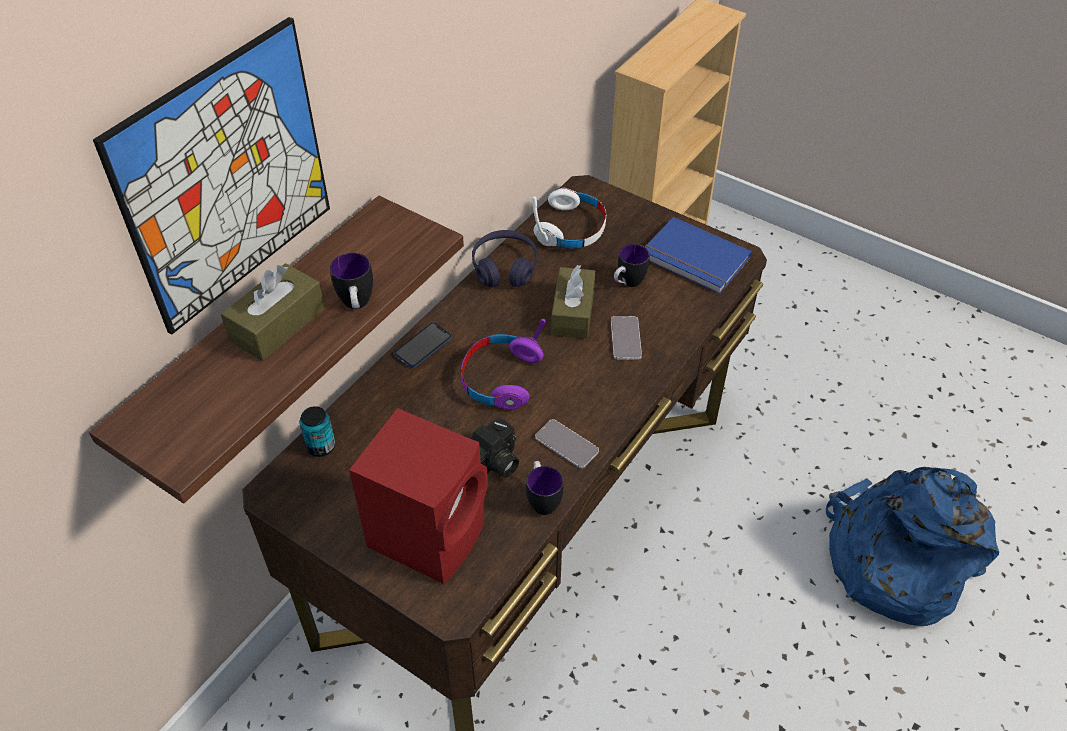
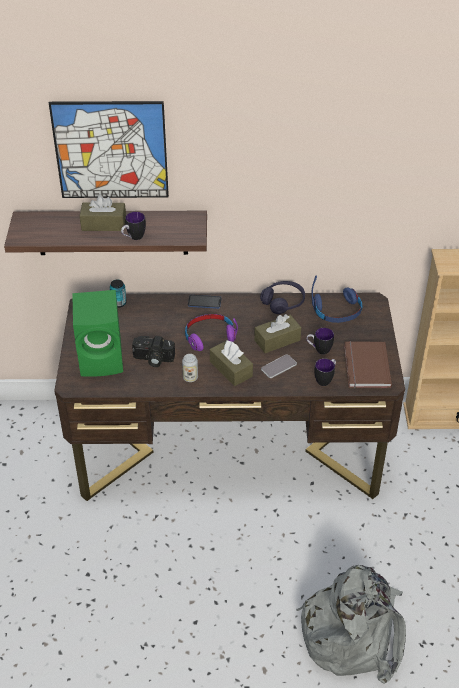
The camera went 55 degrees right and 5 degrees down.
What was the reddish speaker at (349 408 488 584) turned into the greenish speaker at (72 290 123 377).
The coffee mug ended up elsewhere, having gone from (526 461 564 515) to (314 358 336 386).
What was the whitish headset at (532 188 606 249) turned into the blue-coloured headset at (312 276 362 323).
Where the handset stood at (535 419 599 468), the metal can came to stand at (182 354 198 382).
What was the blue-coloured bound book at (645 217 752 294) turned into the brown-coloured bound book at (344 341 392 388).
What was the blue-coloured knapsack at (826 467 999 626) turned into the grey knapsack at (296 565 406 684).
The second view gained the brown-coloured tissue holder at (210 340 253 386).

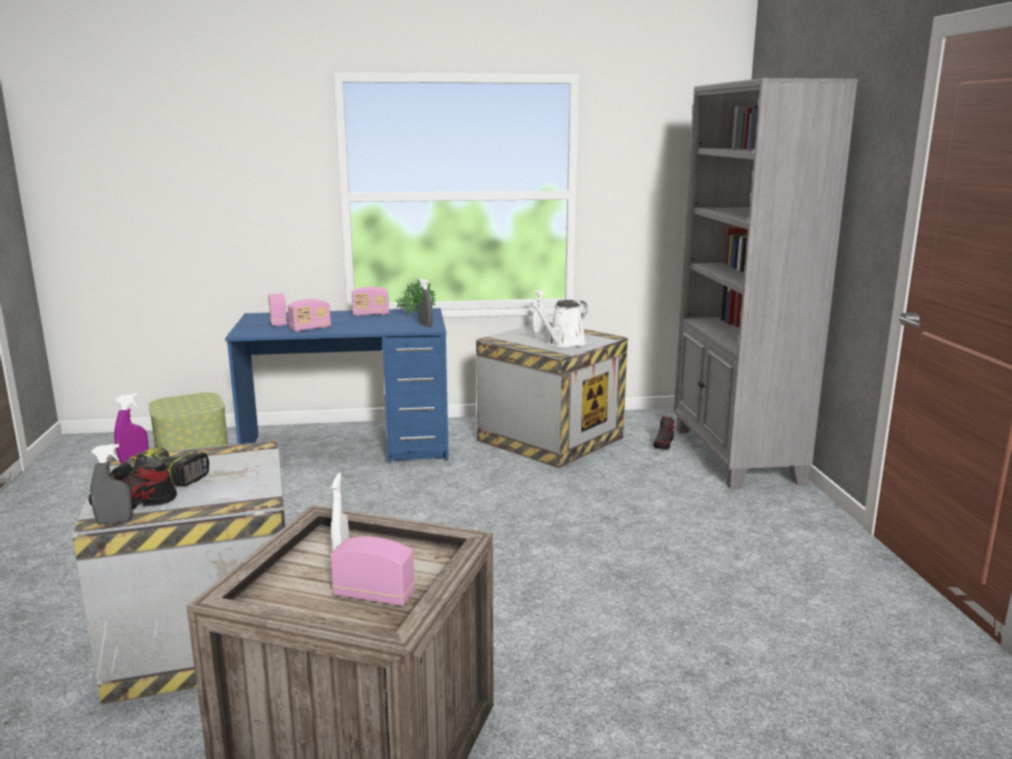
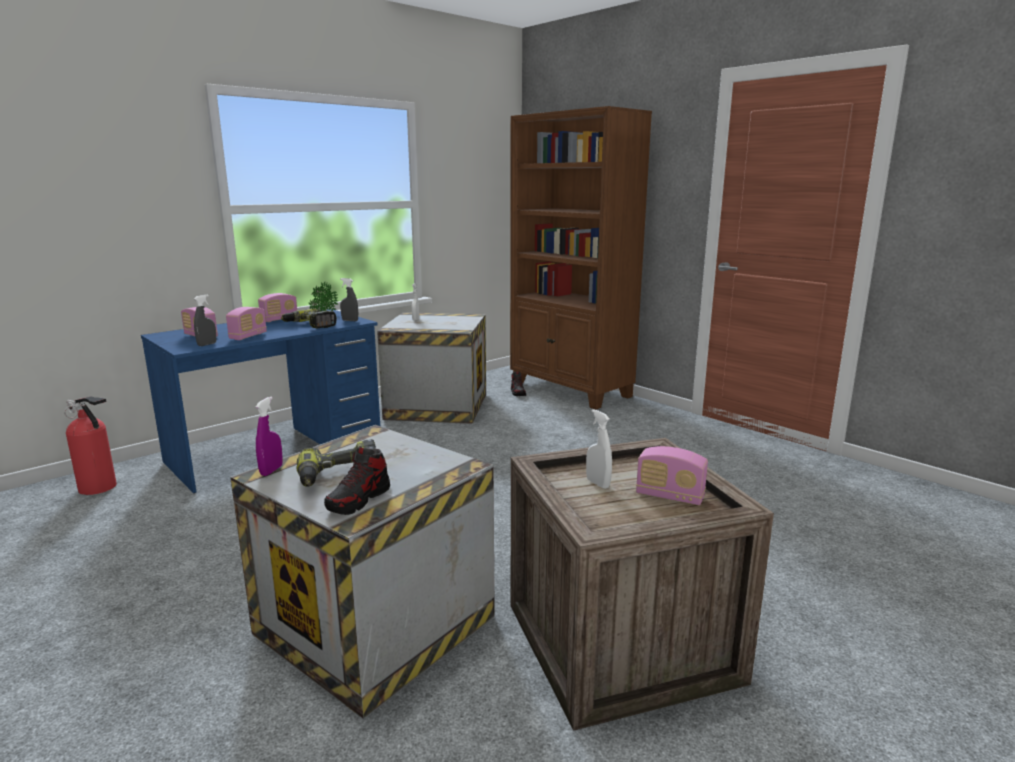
The camera went 35 degrees left and 0 degrees up.
The grey hand sprayer ended up elsewhere, having gone from (90 444 133 525) to (194 295 216 346).
Where the storage container stood at (148 393 228 451), the fire-fighting cylinder came to stand at (64 397 117 495).
The radio set at (330 536 415 606) ended up facing another way, 135 degrees counterclockwise from before.
The second view lost the whitish sprinkling can at (530 300 588 348).
What was the grey shelving unit at (674 78 858 489) turned into the brown-coloured shelving unit at (510 106 652 410).
The second view gained the drill at (281 309 337 328).

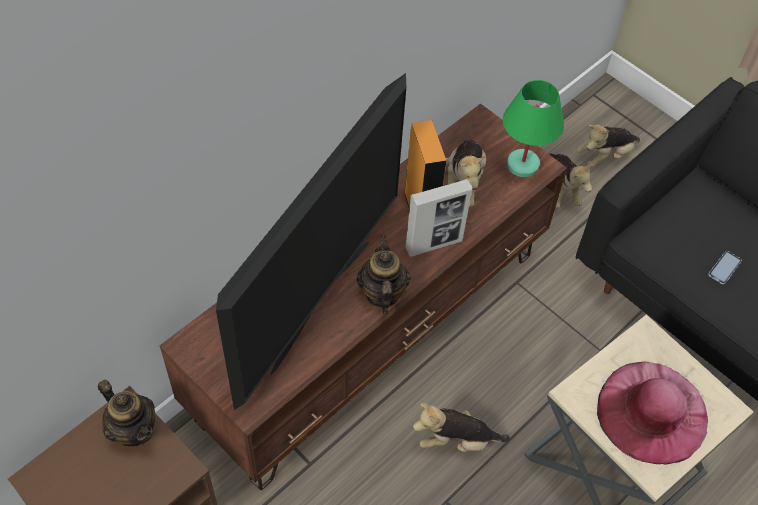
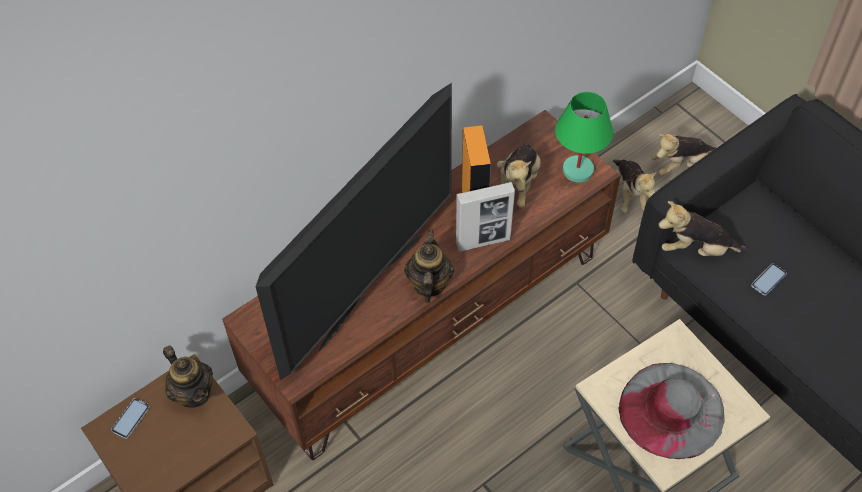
The camera went 10 degrees right and 0 degrees up.
The plush toy ended up elsewhere, having gone from (413 403 510 452) to (658 201 748 256).
What was the pinkish hat at (597 362 708 465) turned into the grey hat at (619 363 725 459).
The second view gained the handset at (111 398 150 439).

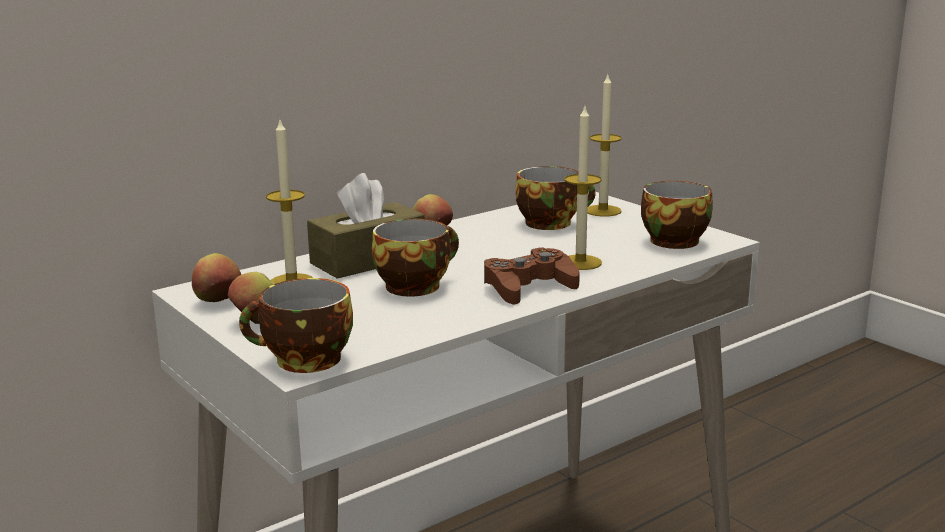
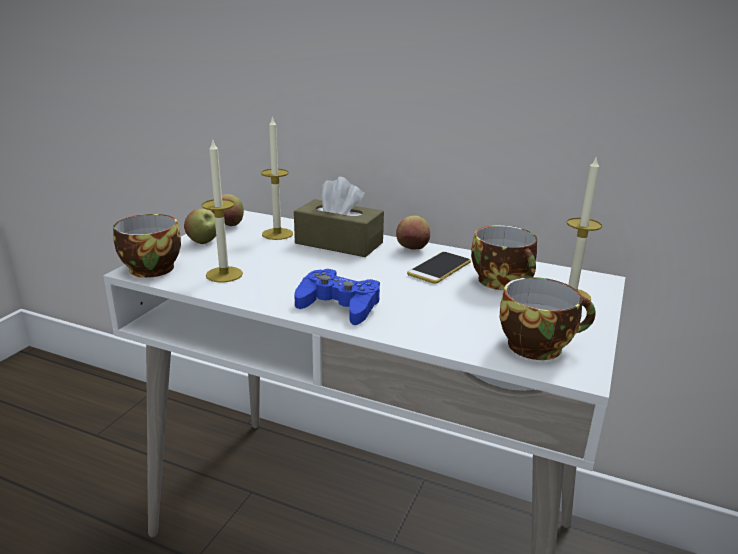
The camera went 60 degrees right and 5 degrees up.
The second view lost the drinking cup at (372 219 459 297).
What was the brown-coloured joypad at (484 248 580 305) turned into the blue-coloured joypad at (294 269 380 325).
The candle ended up elsewhere, having gone from (564 107 602 270) to (202 138 243 282).
The second view gained the handset at (407 252 471 284).

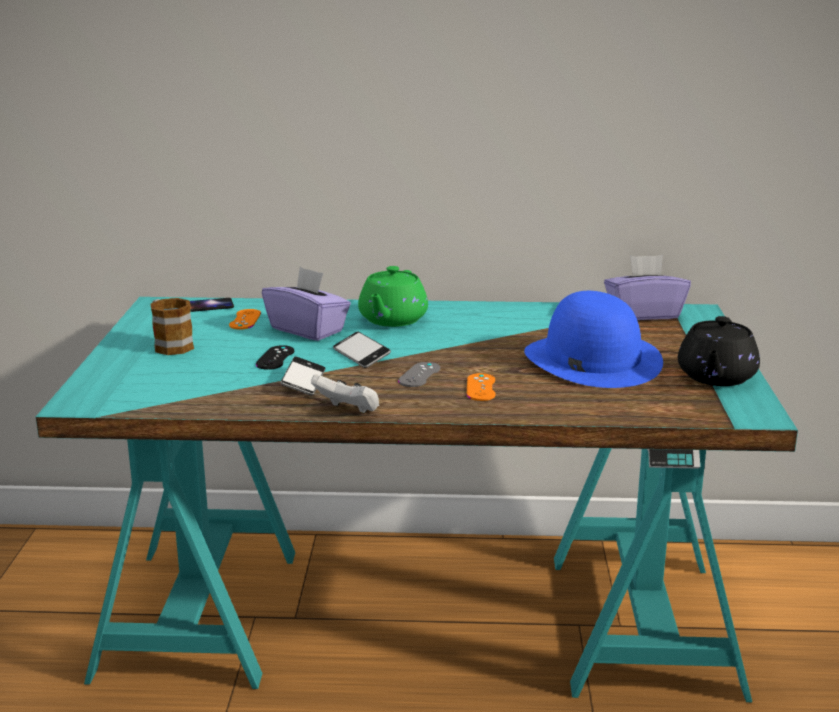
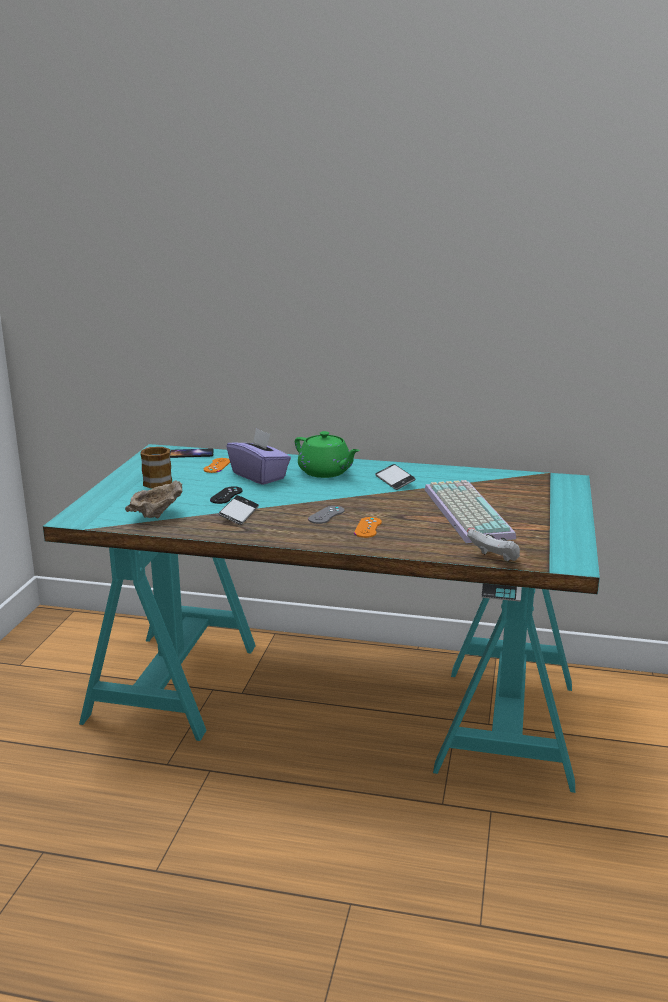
The camera went 10 degrees right and 0 degrees up.
The whitish joypad ended up elsewhere, having gone from (311 374 379 414) to (467 528 520 562).
The handset ended up elsewhere, having gone from (333 332 391 368) to (375 464 415 490).
The greenish pot for tea at (358 266 428 327) ended up facing another way, 75 degrees counterclockwise from before.
Where the blue-coloured hat stood at (524 291 663 388), the computer keyboard came to stand at (425 480 516 543).
The second view lost the purple tissue holder at (604 255 691 320).
The second view lost the black pot for tea at (678 316 760 386).
The second view gained the beige-coloured serving bowl at (125 481 182 519).

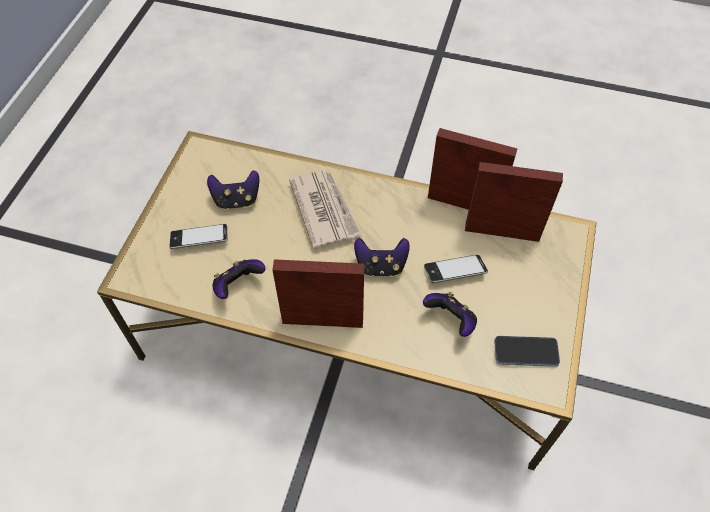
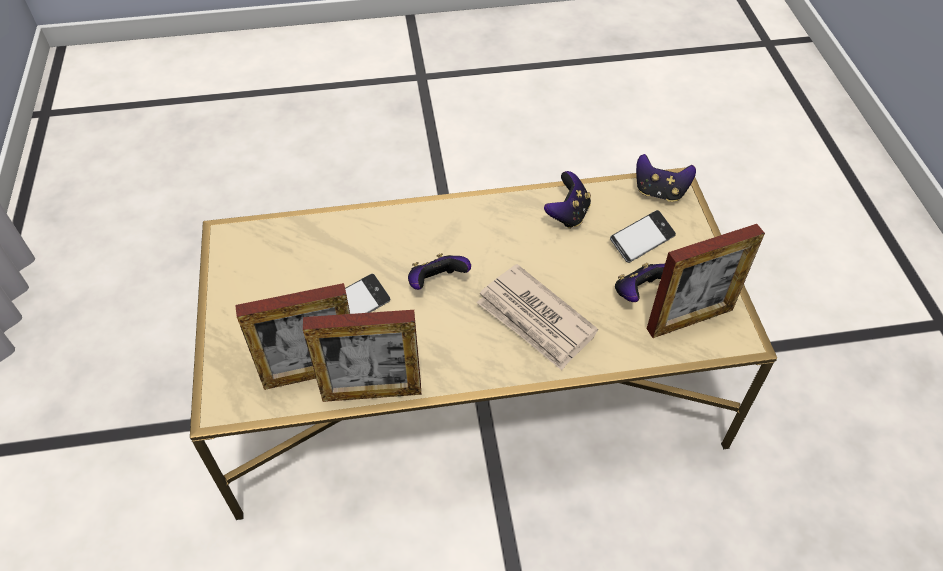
The camera went 155 degrees right and 5 degrees down.
The photo frame ended up elsewhere, having gone from (272 259 364 328) to (646 224 765 338).
The joypad ended up elsewhere, having gone from (423 292 477 337) to (636 154 696 202).
The second view lost the handset at (494 336 560 367).

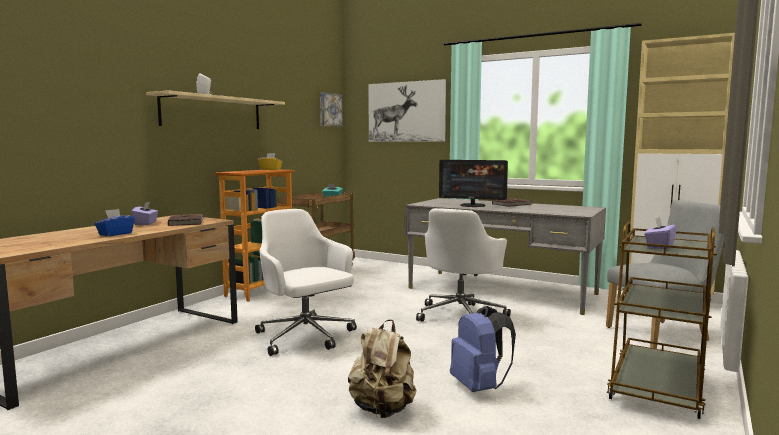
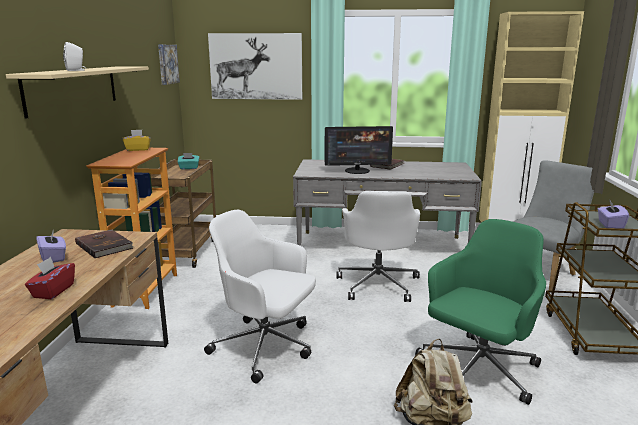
The camera went 25 degrees left and 10 degrees up.
What was the blue-coloured tissue holder at (94 209 135 236) turned into the reddish tissue holder at (25 257 75 299).
Where the blue-coloured knapsack stood at (450 306 516 392), the greenish desk chair came to stand at (415 219 546 405).

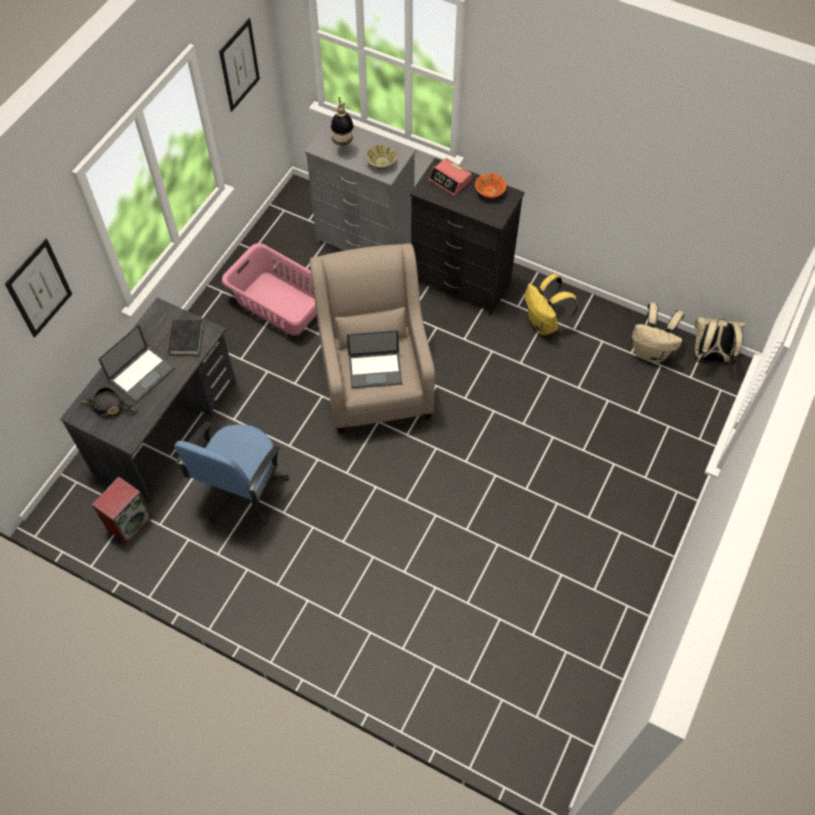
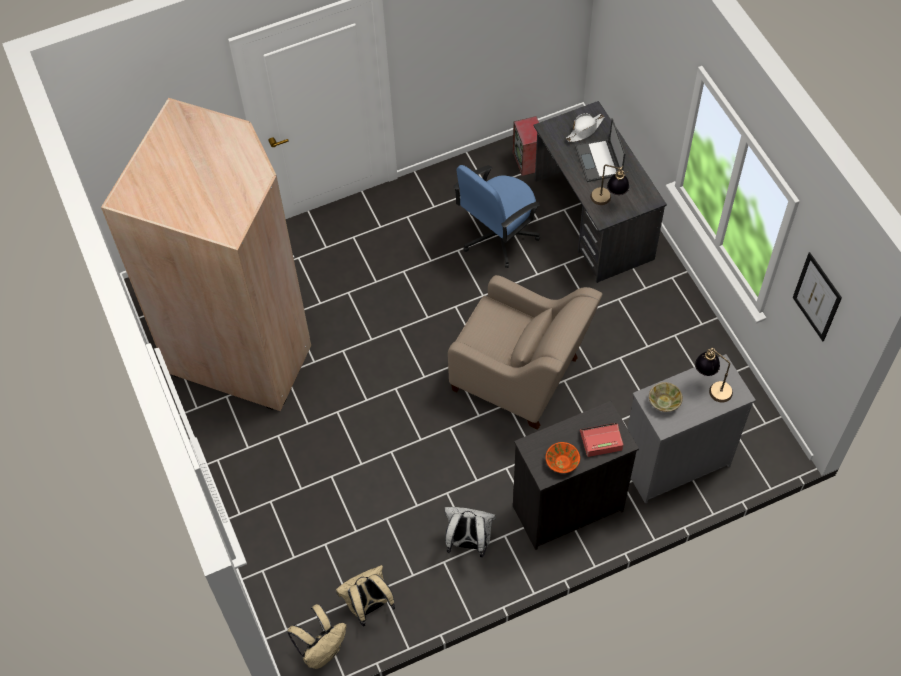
The camera went 130 degrees right and 0 degrees up.
The second view lost the wall picture at (5 239 72 338).
What was the black hat at (79 387 137 416) turned into the whitish hat at (566 113 604 142).
Where the black bound book stood at (168 320 203 356), the lamp for a table came to stand at (590 165 629 205).
The blue-coloured desk chair at (174 421 289 524) ended up facing another way, 105 degrees counterclockwise from before.
The second view lost the pinkish hamper at (222 243 317 335).
The second view lost the portable computer at (347 330 402 389).
What was the yellow knapsack at (525 274 578 335) turned into the whitish knapsack at (444 507 496 557).
The second view gained the beige-coloured armoire at (101 98 311 411).

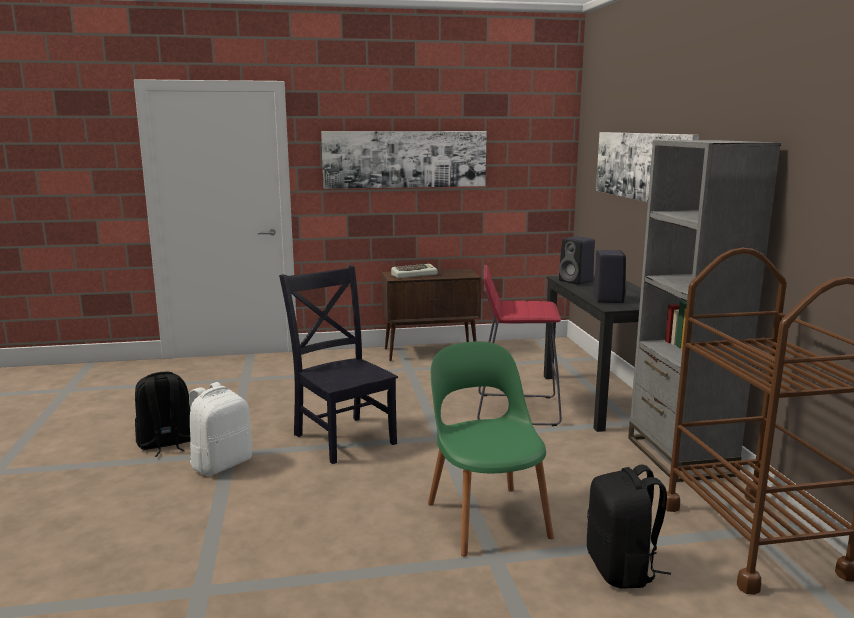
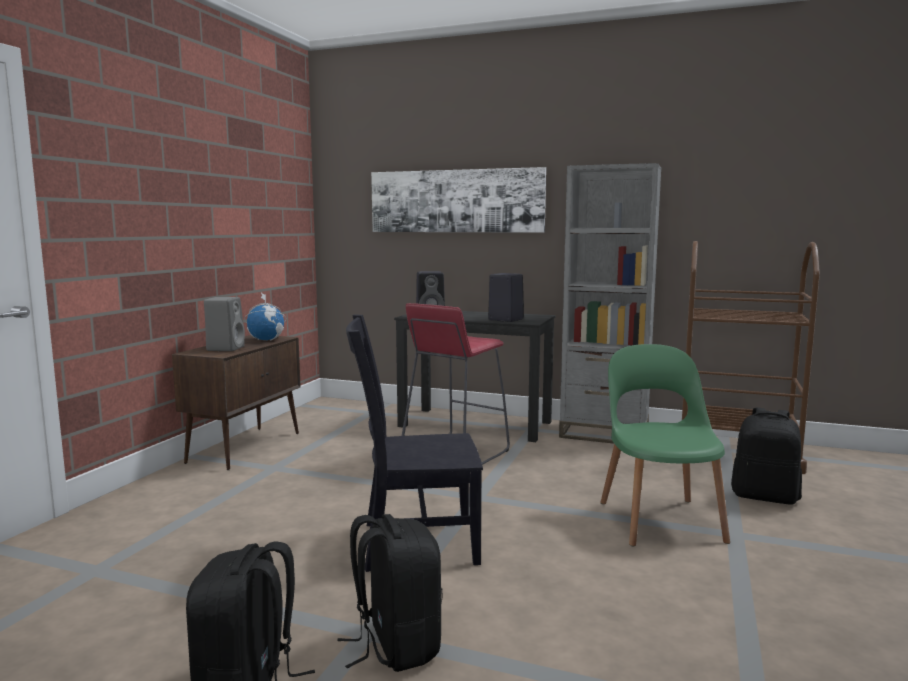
The camera went 60 degrees left and 5 degrees down.
What was the whitish knapsack at (189 382 252 476) turned into the black knapsack at (337 514 443 672).
The second view lost the wall picture at (321 131 487 189).
Where the computer keyboard stood at (391 264 437 279), the grey speaker came to stand at (204 297 245 351).
The greenish plain chair at (428 341 554 556) ended up facing another way, 75 degrees clockwise from before.
The second view gained the globe at (244 293 286 340).

